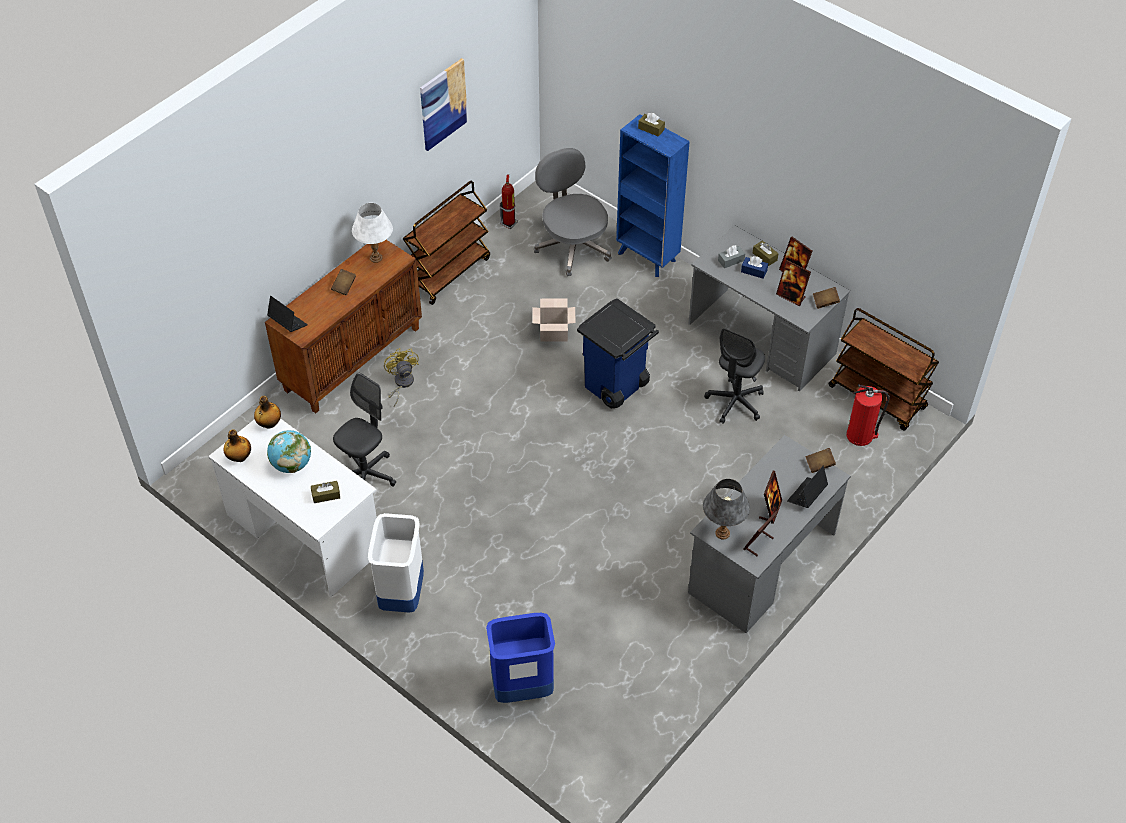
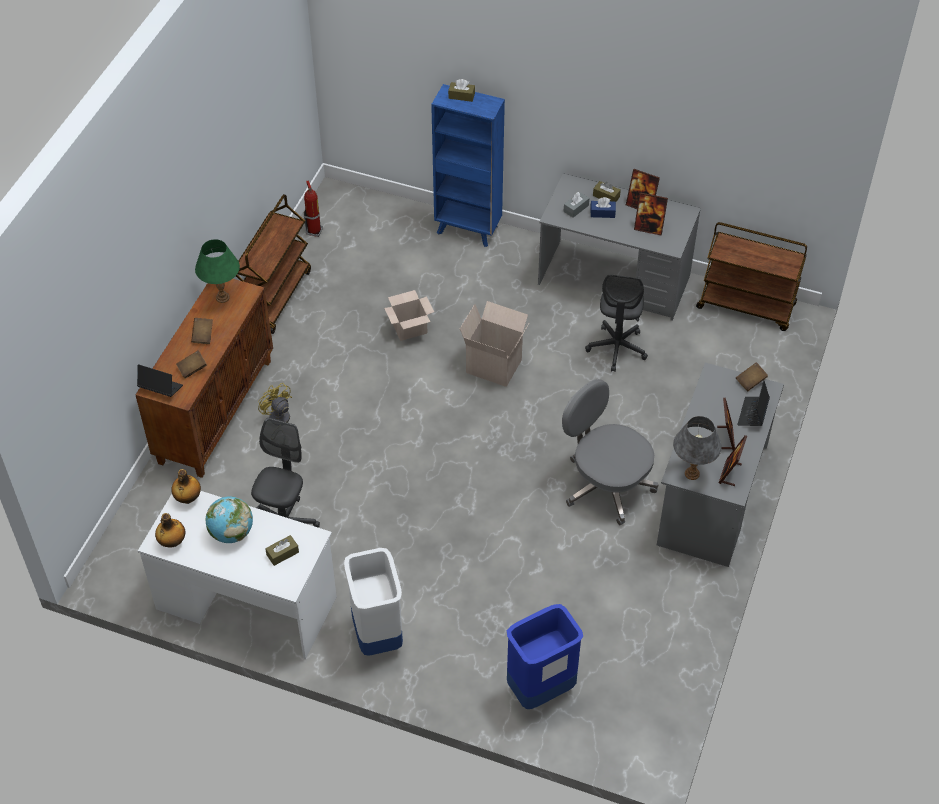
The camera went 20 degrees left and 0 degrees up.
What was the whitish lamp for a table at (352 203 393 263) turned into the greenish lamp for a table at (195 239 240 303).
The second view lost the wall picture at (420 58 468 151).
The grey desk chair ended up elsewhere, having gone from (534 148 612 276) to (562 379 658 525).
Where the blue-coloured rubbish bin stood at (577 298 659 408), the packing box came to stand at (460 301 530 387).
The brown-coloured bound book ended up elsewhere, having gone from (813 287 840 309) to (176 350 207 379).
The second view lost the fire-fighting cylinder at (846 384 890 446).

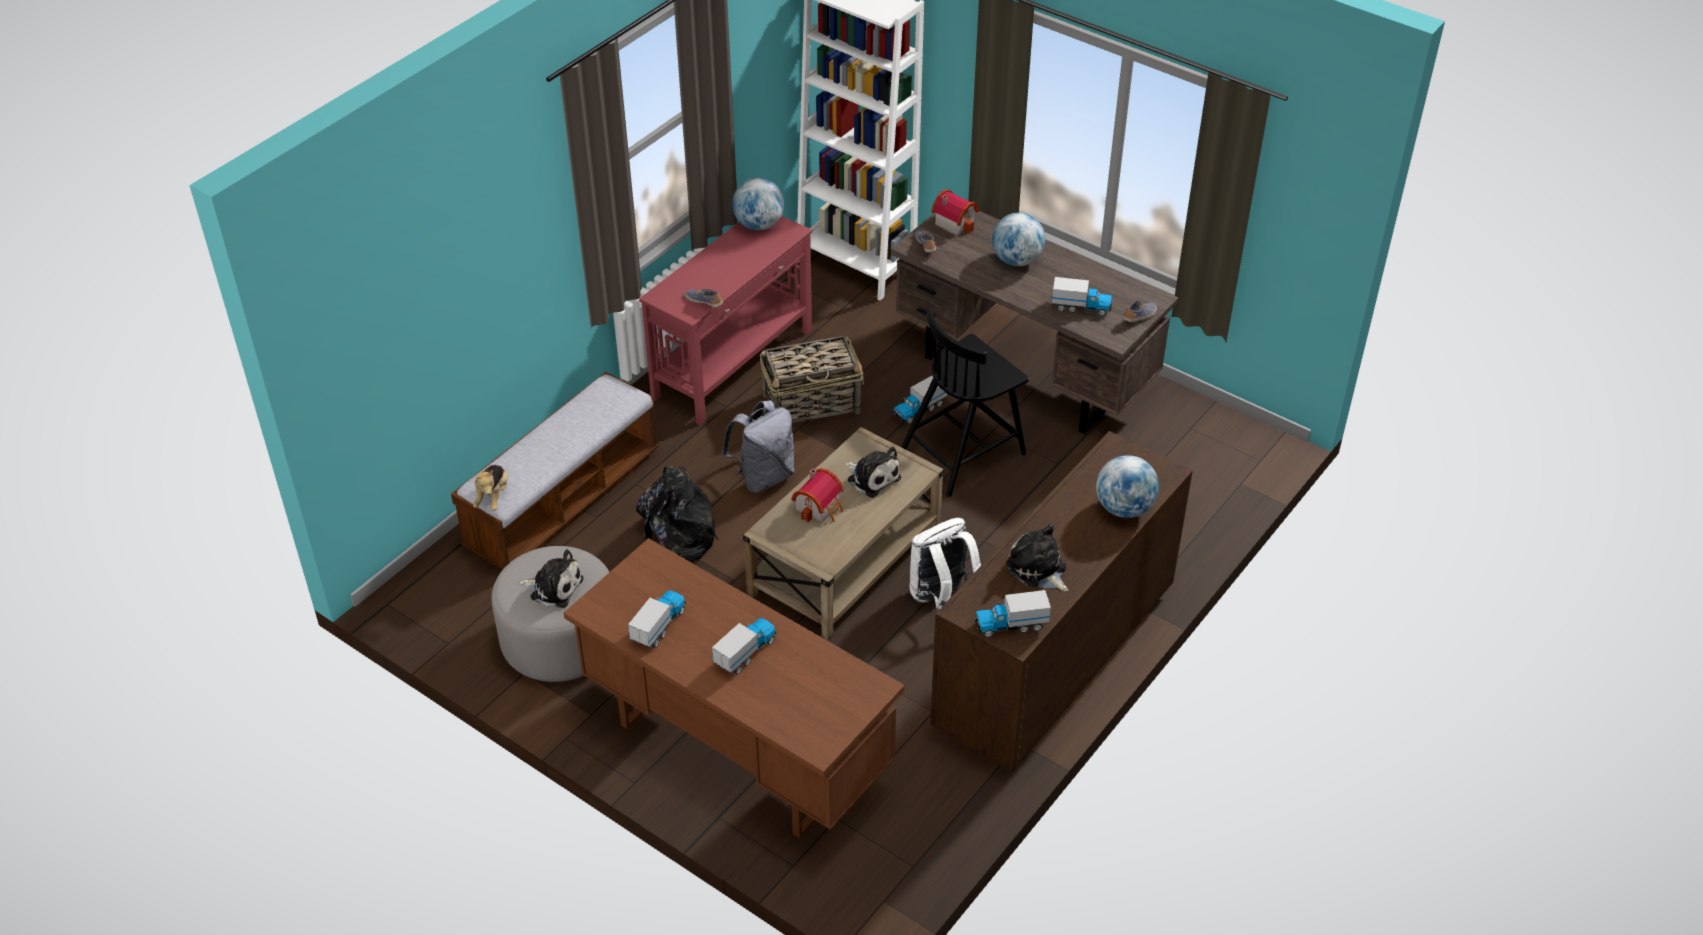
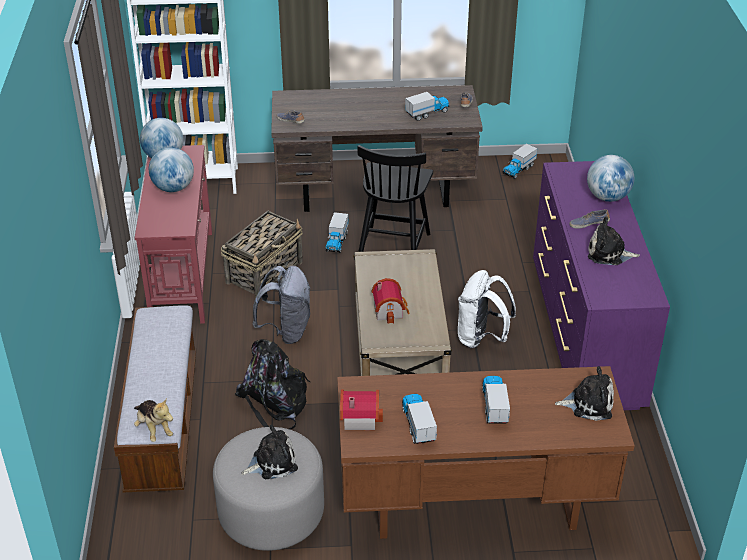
The camera went 40 degrees left and 5 degrees down.
The low shoe ended up elsewhere, having gone from (685 288 723 307) to (569 209 610 229).
The plush toy ended up elsewhere, having gone from (844 447 901 498) to (555 366 614 421).
What was the brown-coloured chest of drawers at (930 431 1193 772) turned into the purple chest of drawers at (533 161 670 410).
The miniature house ended up elsewhere, having gone from (932 189 979 236) to (340 390 383 430).
The model truck ended up elsewhere, having gone from (975 590 1051 637) to (502 144 537 179).
The globe ended up elsewhere, having gone from (992 213 1045 266) to (149 147 194 192).

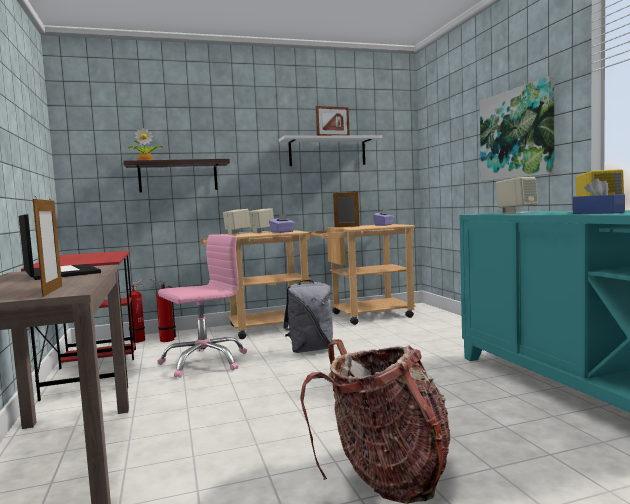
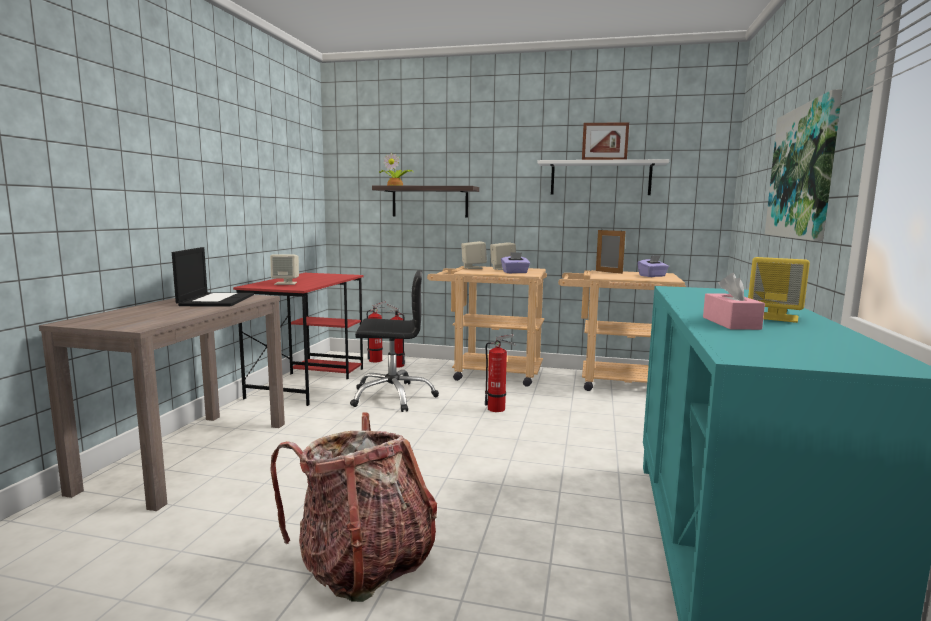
The camera went 30 degrees right and 5 degrees up.
The second view lost the photo frame at (33 198 62 297).
What was the pinkish desk chair at (157 234 247 378) turned into the black desk chair at (350 270 439 412).
Where the grey knapsack stood at (283 280 333 353), the fire-fighting cylinder came to stand at (485 334 515 412).
The beige-coloured speaker ended up elsewhere, having gone from (496 177 538 214) to (270 254 299 285).
What was the blue-coloured tissue holder at (573 178 625 214) turned into the pinkish tissue holder at (703 273 765 330).

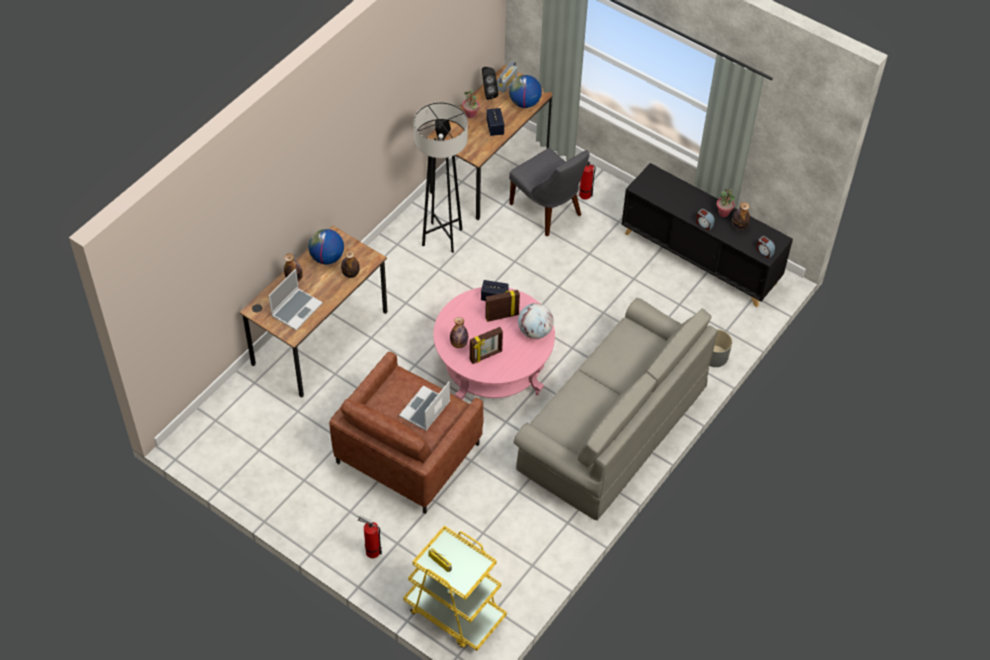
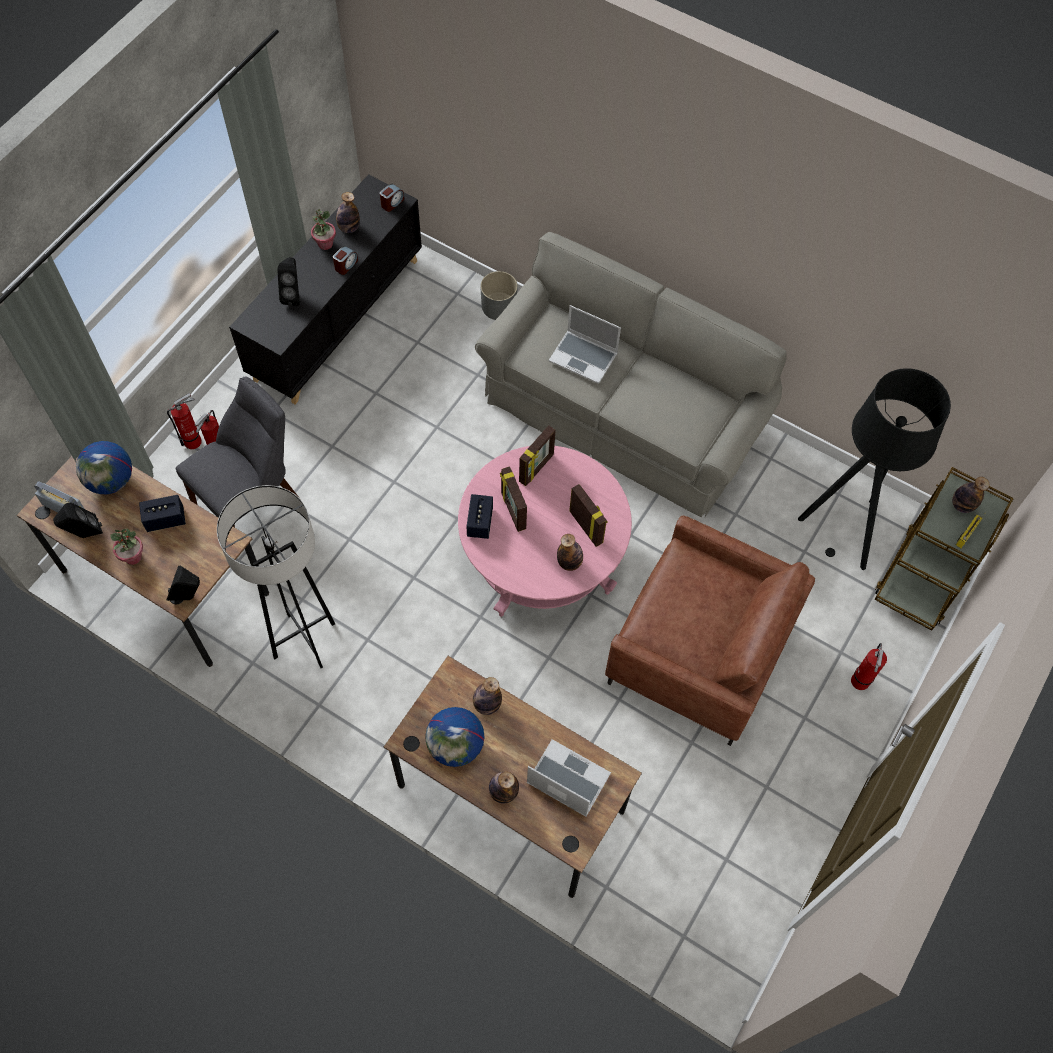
The camera went 95 degrees left and 10 degrees up.
The portable computer ended up elsewhere, having gone from (399 381 450 431) to (549 305 621 384).
What was the yellow cart at (403 526 507 651) turned into the brown-coloured cart at (874 467 1014 631).
Where the globe stood at (518 303 554 339), the photo frame came to stand at (519 425 556 486).
The second view gained the fire-fighting cylinder at (167 393 202 449).
The second view gained the black speaker at (277 257 300 306).
The second view gained the black standard lamp at (798 368 951 570).
The second view gained the beverage bottle at (952 477 990 513).

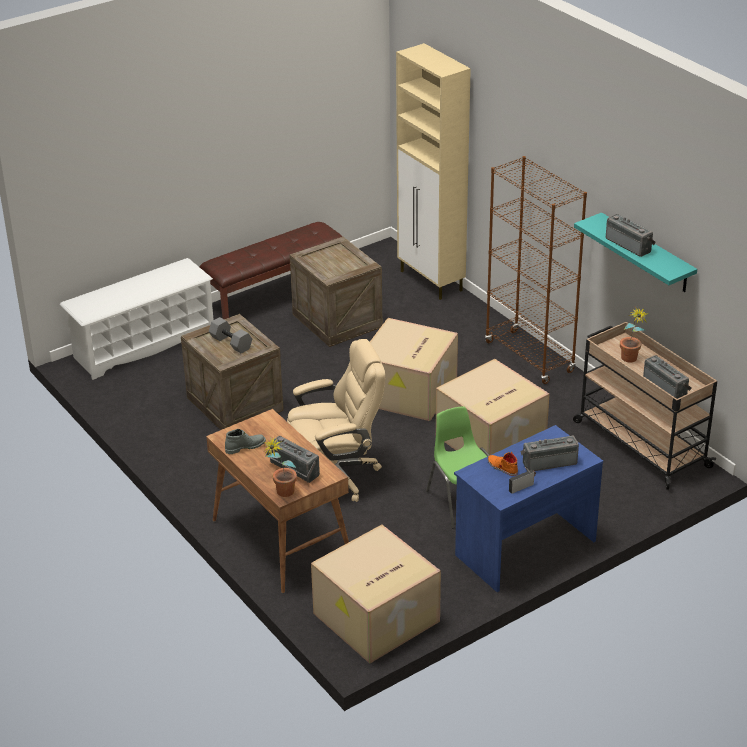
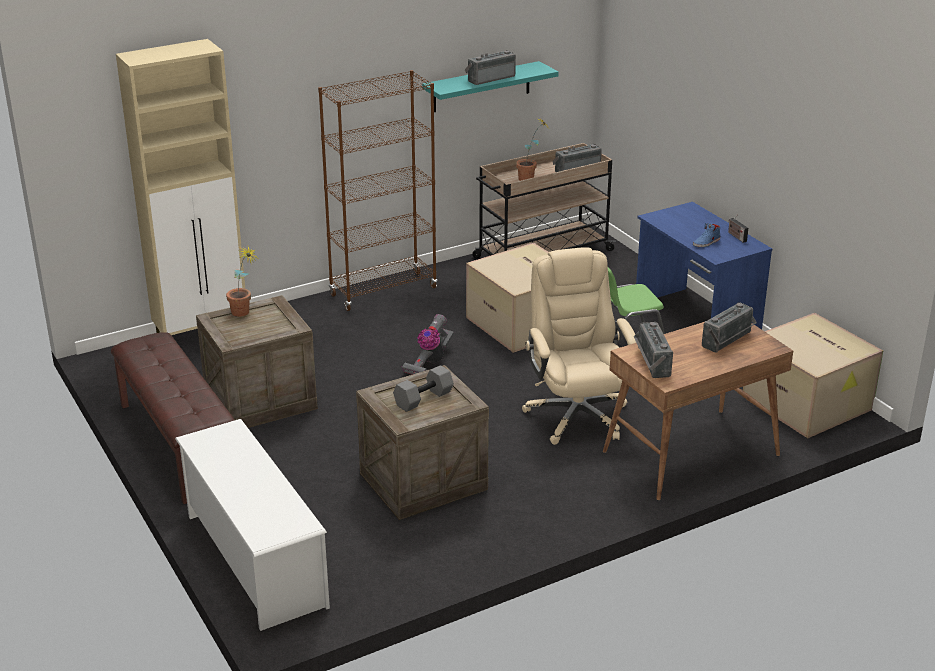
The camera went 85 degrees left and 5 degrees down.
The second view lost the grey boot at (225 429 266 454).
The houseplant ended up elsewhere, having gone from (264 436 297 497) to (226 247 259 317).
Where the packing box stood at (370 318 458 421), the hoover came to stand at (402 314 455 375).
What was the orangey low shoe at (488 452 518 476) turned into the blue-coloured low shoe at (693 223 720 247).
The radio set ended up elsewhere, having gone from (521 435 579 471) to (634 322 673 378).

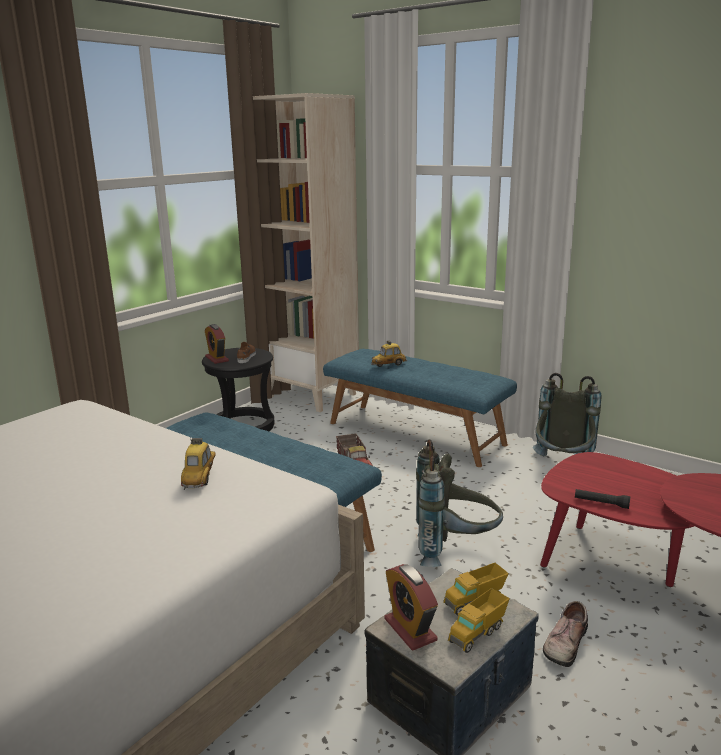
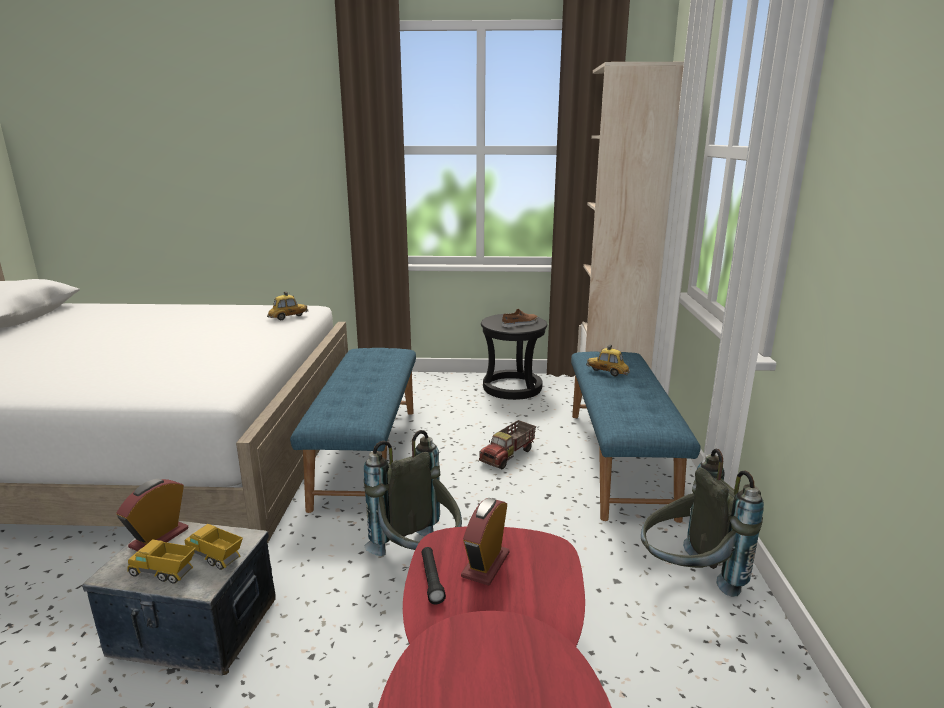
The camera went 55 degrees right and 0 degrees up.
The miniature car ended up elsewhere, having gone from (181 438 216 490) to (267 291 308 320).
The bedside clock ended up elsewhere, having gone from (205 324 229 364) to (461 498 510 586).
The second view lost the low shoe at (543 601 588 667).

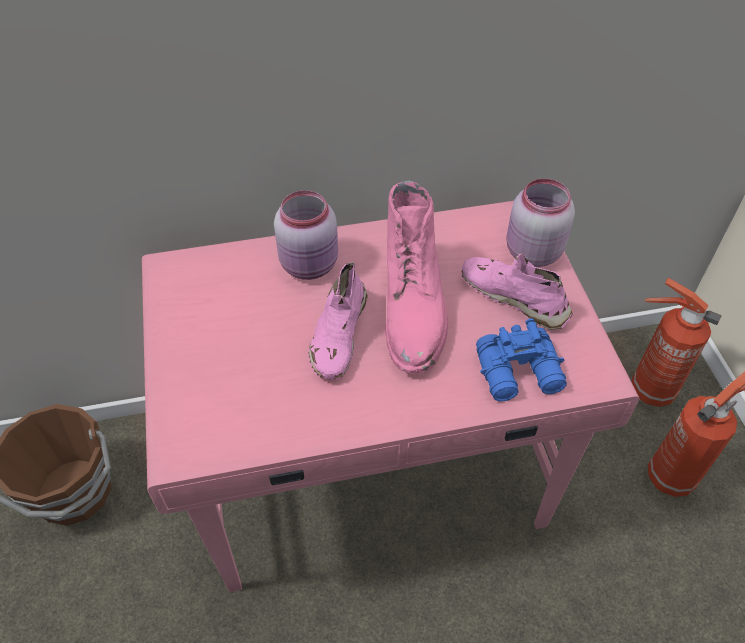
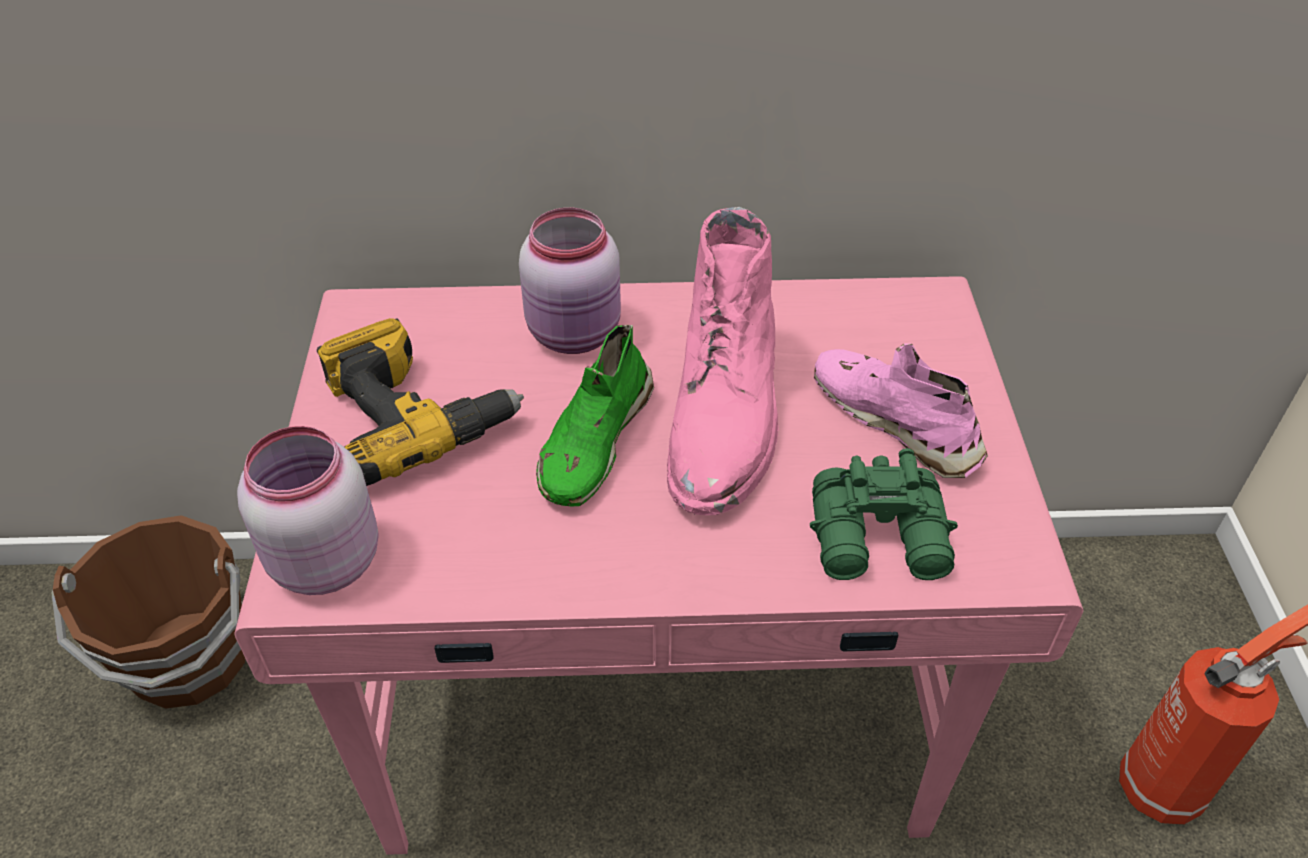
The camera went 10 degrees right and 5 degrees down.
What was the pinkish low shoe at (308 262 368 380) turned into the greenish low shoe at (536 325 654 507).
What was the blue-coloured pair of binoculars at (476 318 567 402) turned into the greenish pair of binoculars at (810 448 958 580).
The pinkish preserve jar ended up elsewhere, having gone from (506 178 575 267) to (237 426 379 595).
The second view lost the fire-fighting cylinder at (632 278 722 407).
The second view gained the drill at (317 318 524 486).

